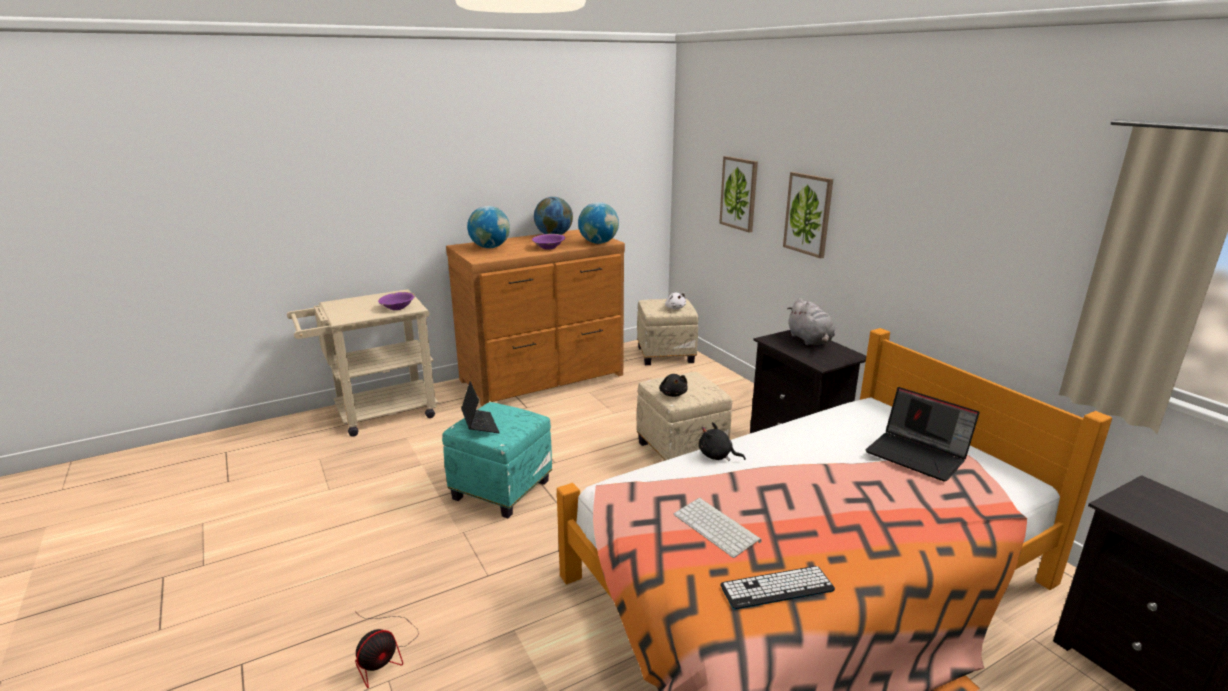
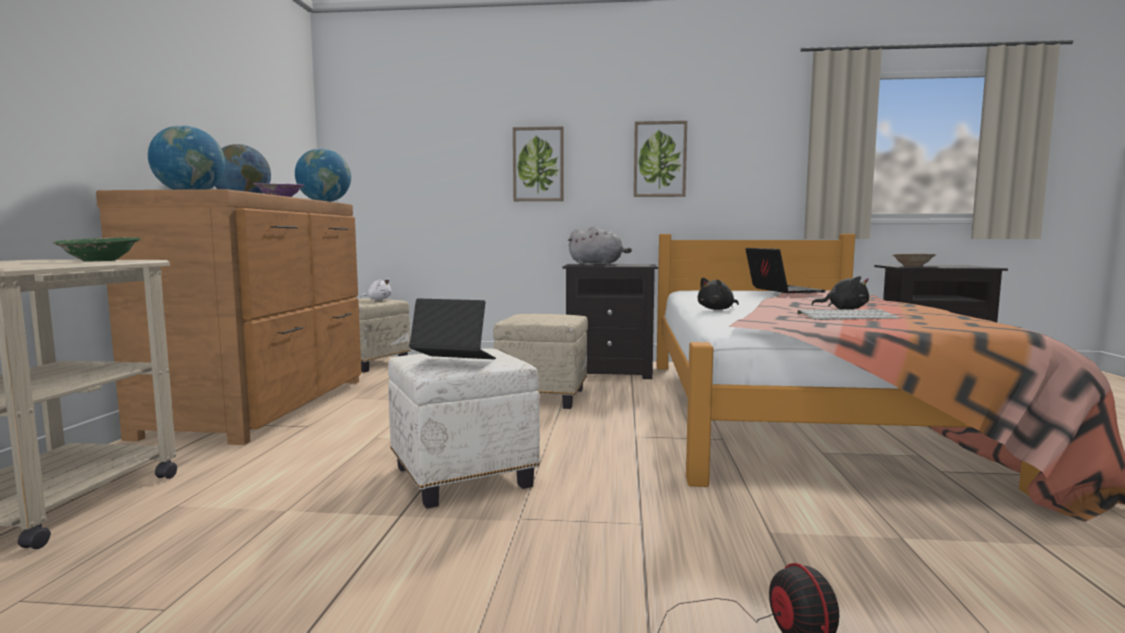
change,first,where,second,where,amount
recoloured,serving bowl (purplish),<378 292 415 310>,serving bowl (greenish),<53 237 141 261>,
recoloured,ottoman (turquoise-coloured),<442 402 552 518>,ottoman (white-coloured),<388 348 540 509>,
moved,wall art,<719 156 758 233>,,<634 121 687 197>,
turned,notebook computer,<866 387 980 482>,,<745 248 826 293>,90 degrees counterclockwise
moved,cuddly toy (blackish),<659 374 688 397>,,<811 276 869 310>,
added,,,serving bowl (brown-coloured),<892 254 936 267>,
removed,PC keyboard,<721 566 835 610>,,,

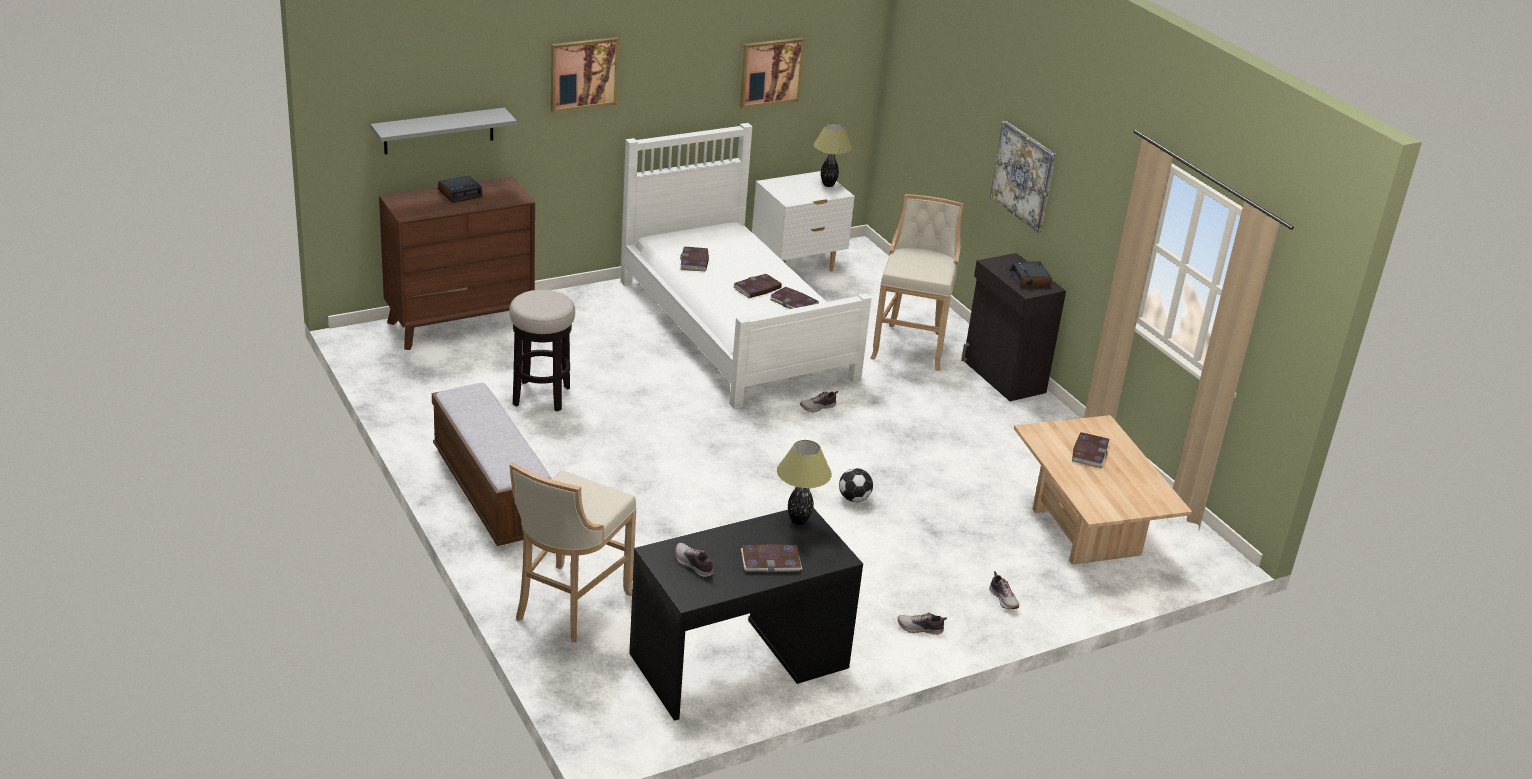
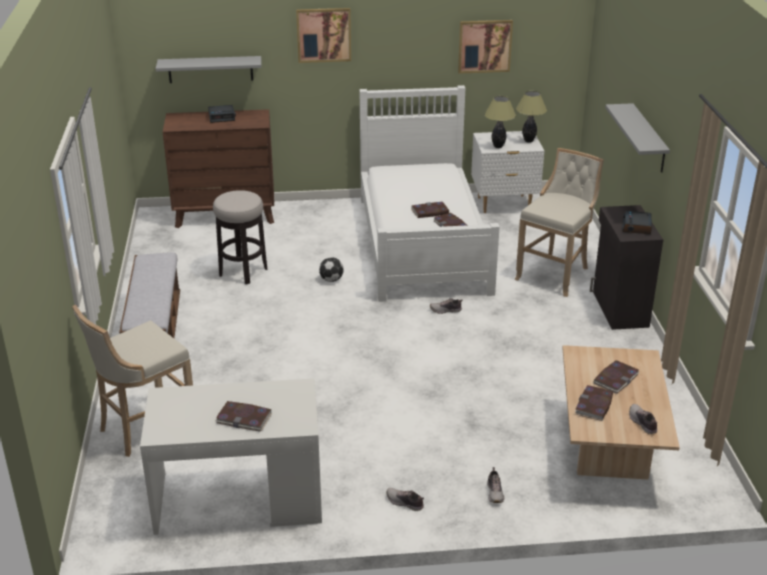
change,first,where,second,where,amount
recoloured,desk (blackish),<629 508 863 721>,desk (white-coloured),<140 378 322 535>,
moved,ball for football,<839 468 873 502>,,<319 257 344 282>,
moved,lamp for a table,<777 440 832 525>,,<485 96 516 148>,
moved,book,<680 247 709 271>,,<575 385 613 421>,
replaced,wall art,<990 121 1056 232>,bracket shelf (gray),<605 103 670 173>,
moved,item of footwear,<675 543 713 577>,,<629 404 657 434>,

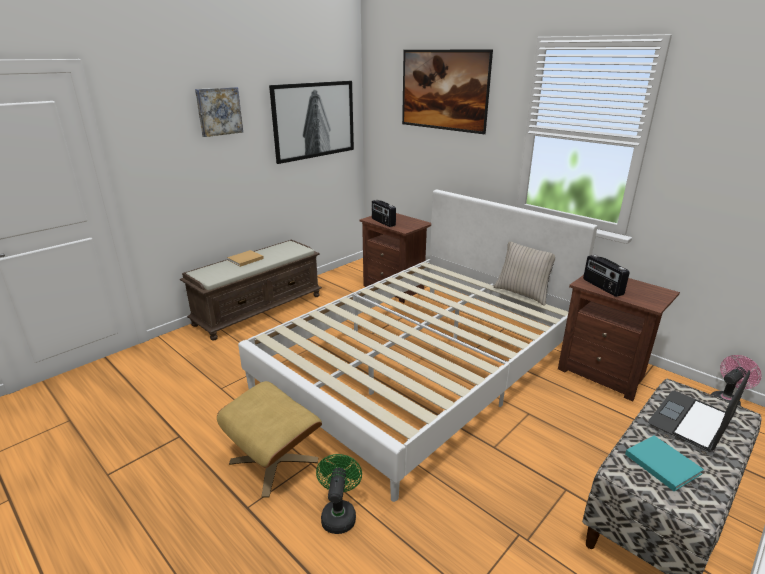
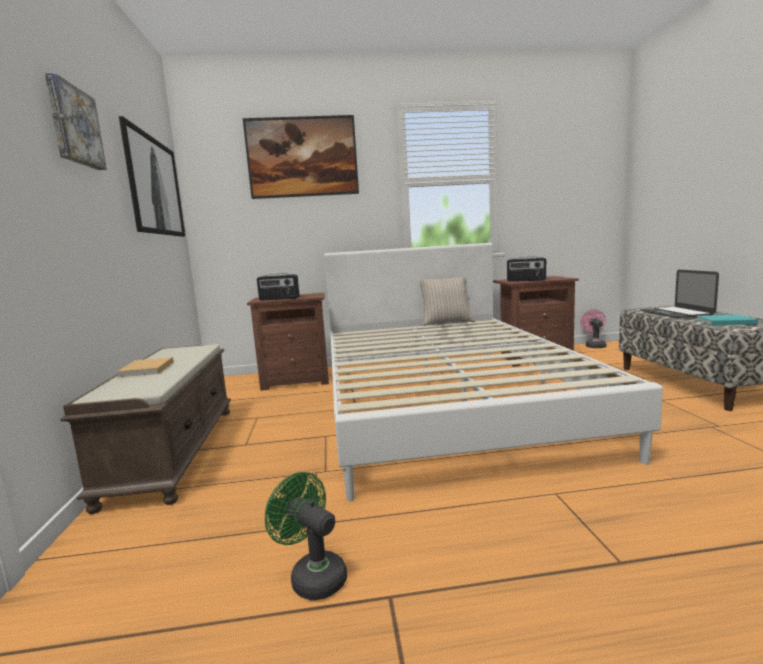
change,first,where,second,where,amount
moved,cooling fan (greenish),<316 454 362 534>,,<265 472 347 600>,
removed,ottoman (beige),<217 381 322 498>,,,

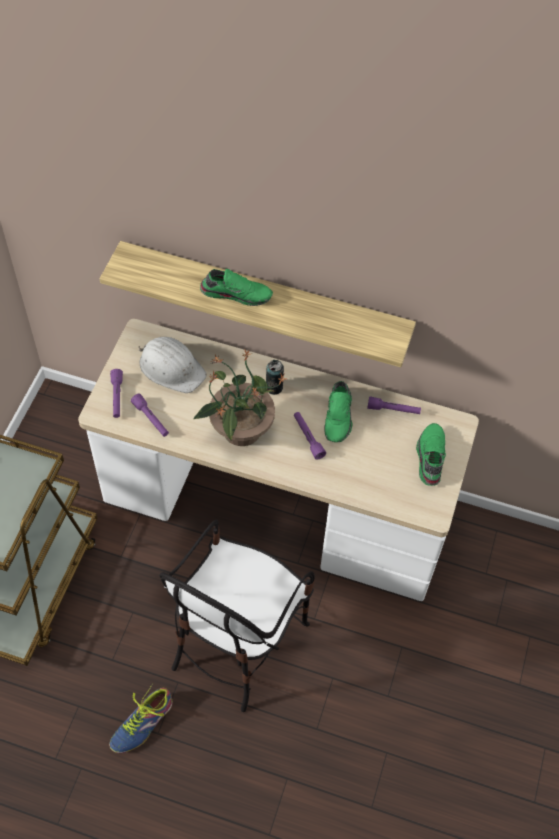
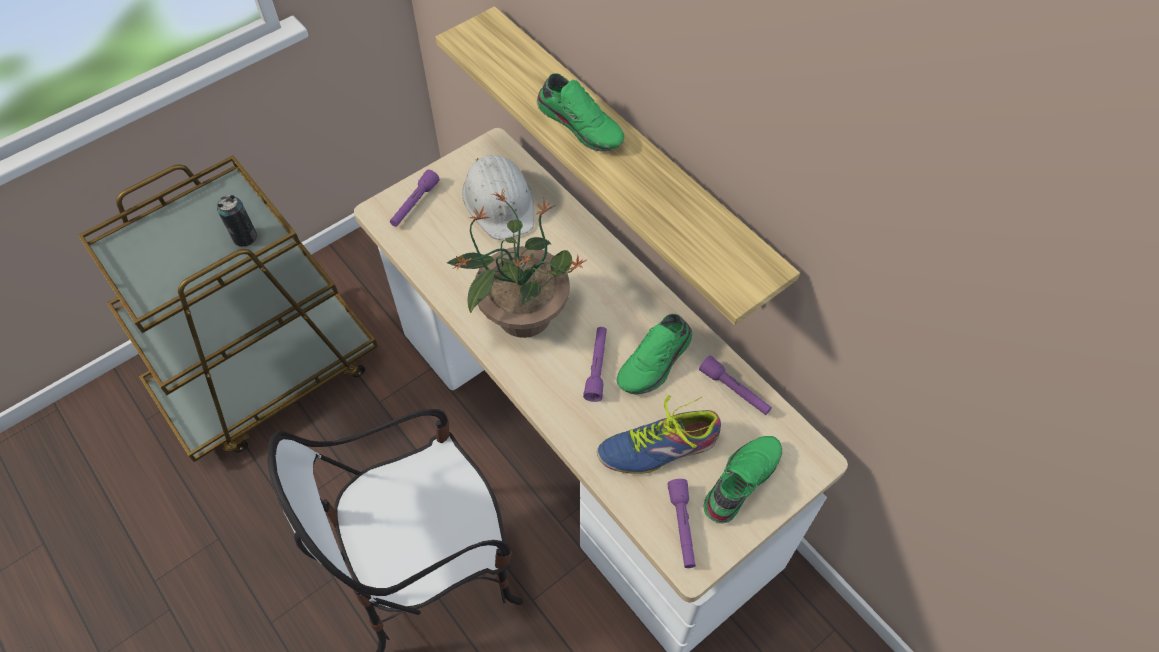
change,first,where,second,where,amount
moved,can,<266 360 284 395>,,<217 195 257 247>,
moved,item of footwear,<109 684 173 753>,,<597 395 721 474>,
moved,flashlight (purplish),<131 394 169 437>,,<667 479 696 568>,

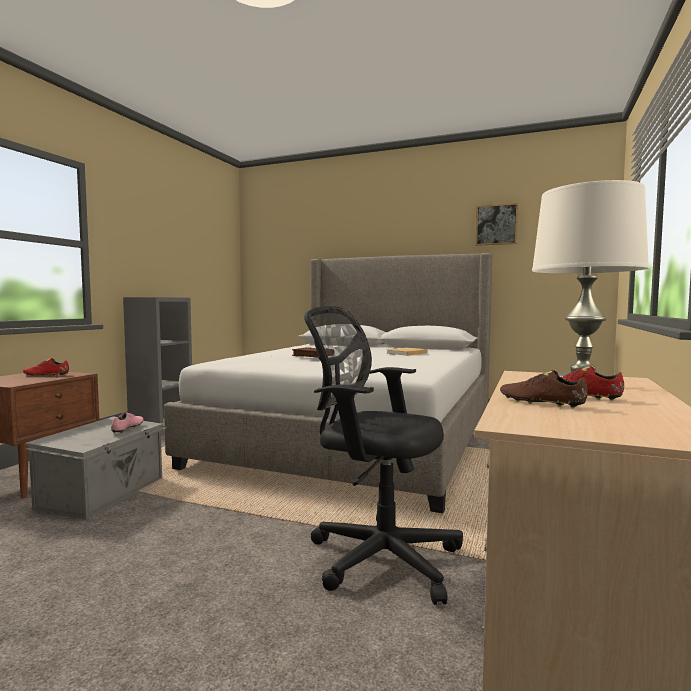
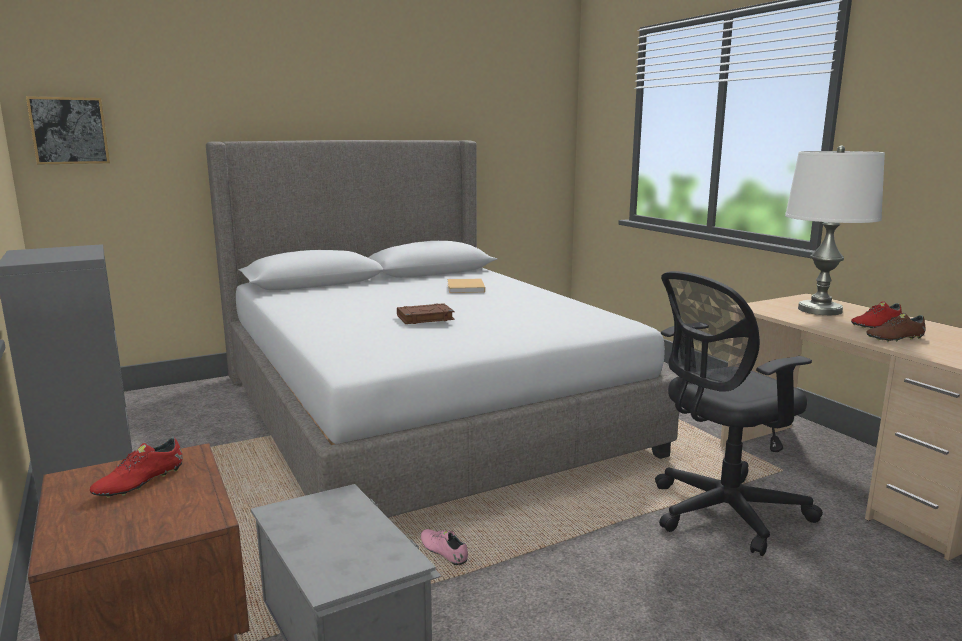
change,first,where,second,where,amount
moved,wall art,<476 203 518 246>,,<26 96 110 165>,
moved,item of footwear (pink-coloured),<111 412 144 433>,,<421 529 468 565>,

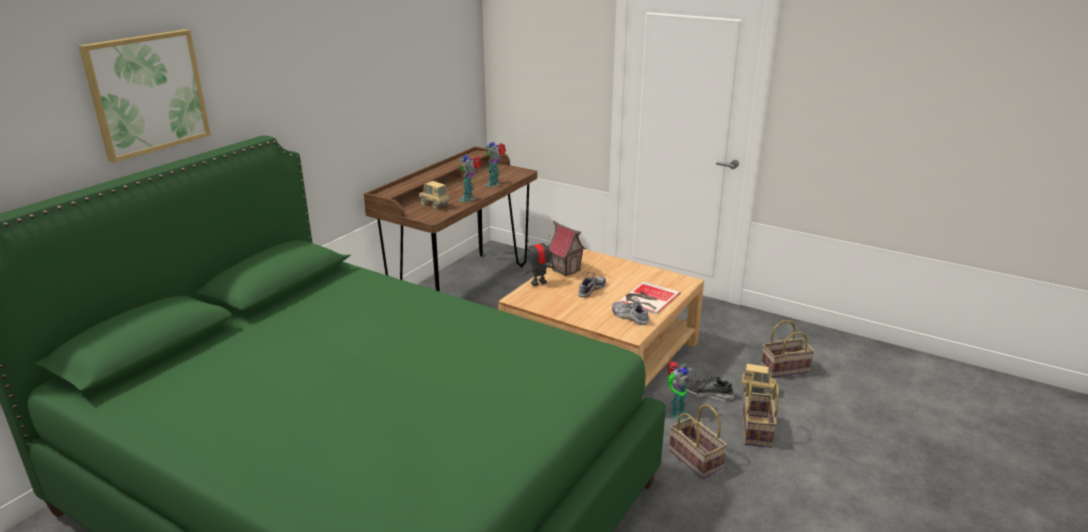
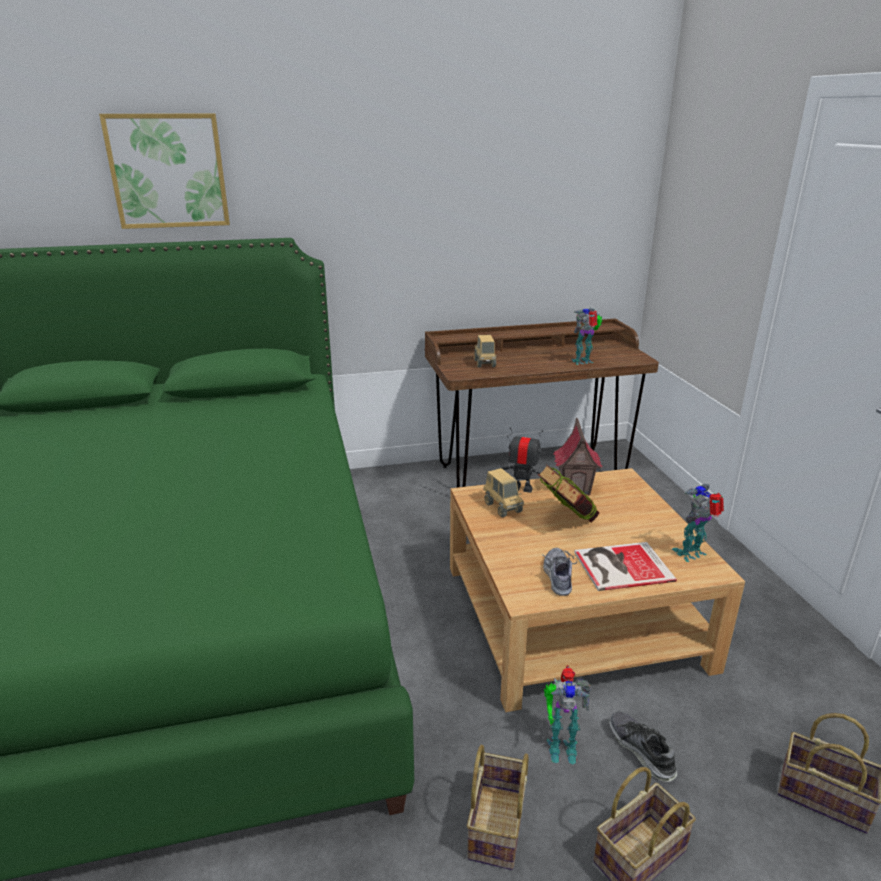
change,first,where,second,where,amount
moved,toy truck,<741 364 776 395>,,<483 468 524 517>,
replaced,item of footwear,<578 272 606 298>,book,<538 464 599 522>,
moved,model robot,<458 155 482 203>,,<672 484 724 562>,

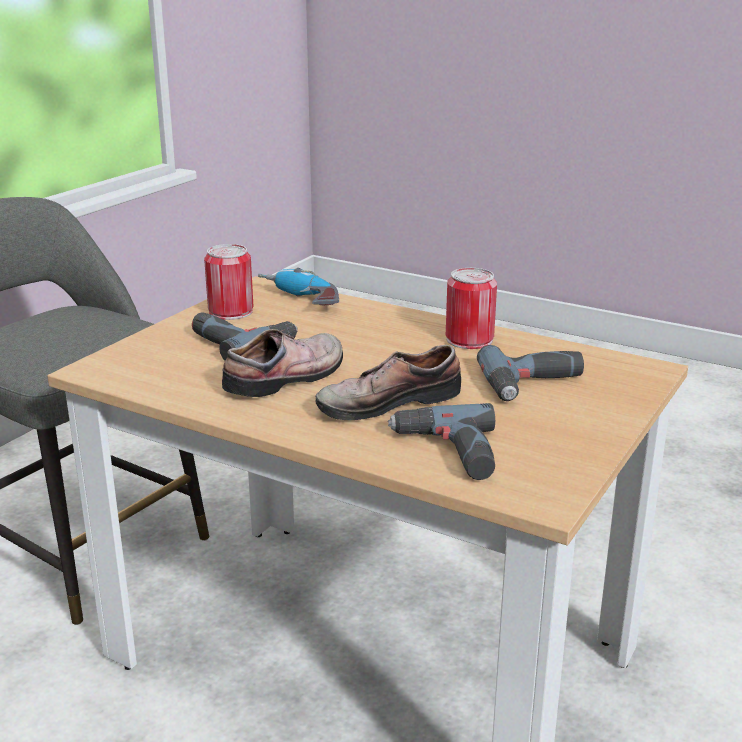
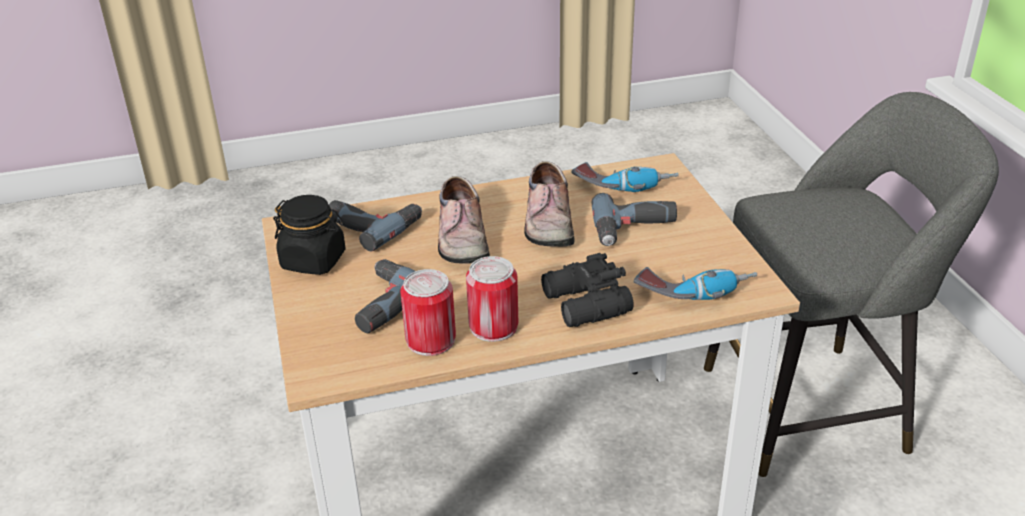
change,first,where,second,where,amount
added,,,jar (blackish),<273 195 345 275>,
moved,can,<204 244 253 320>,,<400 269 456 356>,
turned,item of footwear,<316 345 461 420>,,<438 176 490 264>,150 degrees clockwise
added,,,binoculars (blackish),<541 253 634 327>,
added,,,power drill,<572 162 679 192>,

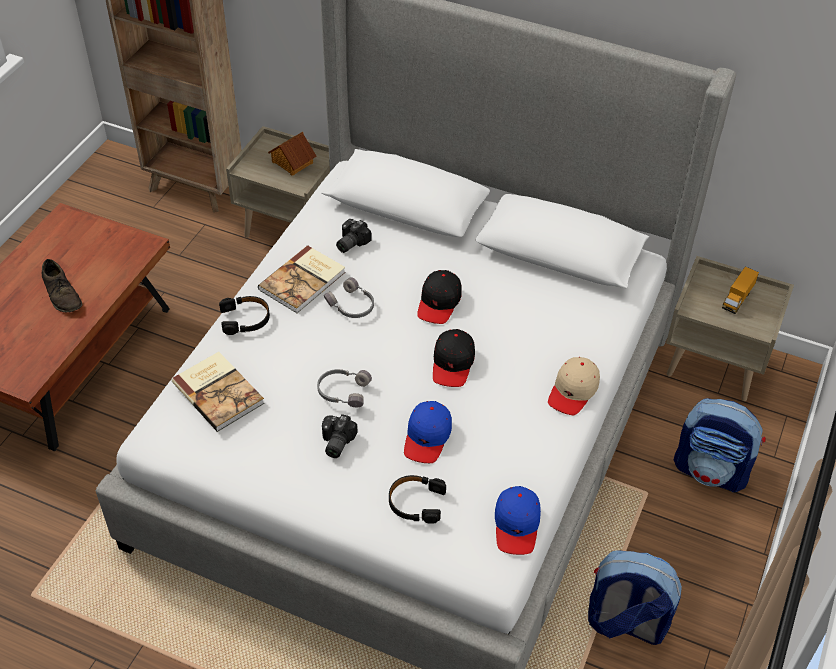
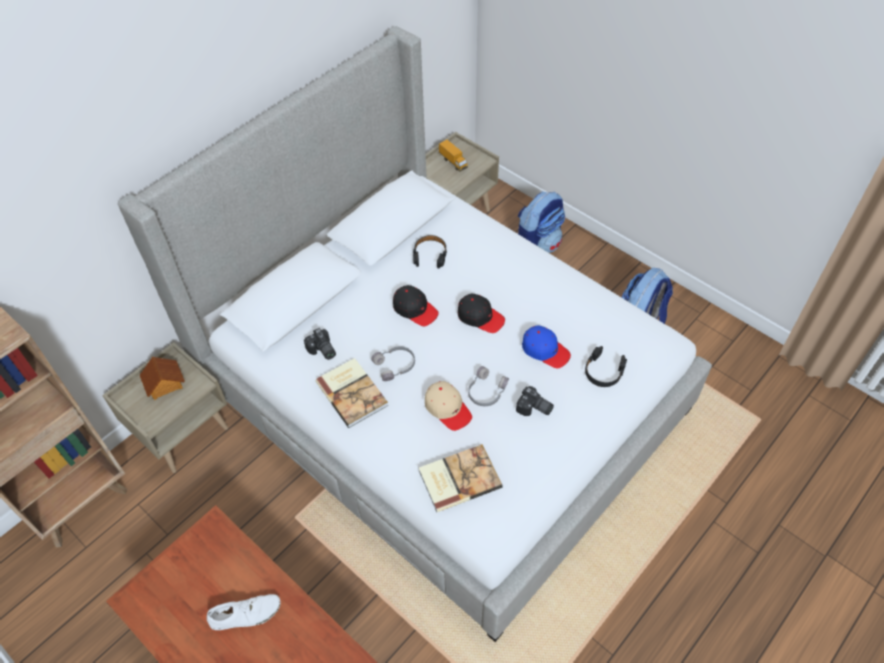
change,first,where,second,where,amount
recoloured,item of footwear (brown-coloured),<42 259 82 313>,item of footwear (white-coloured),<207 594 281 630>,
moved,headset (blackish),<219 296 270 335>,,<413 235 447 269>,
moved,peaked cap (beige),<548 357 600 415>,,<425 381 472 431>,
removed,peaked cap (blue-coloured),<495 486 541 555>,,,

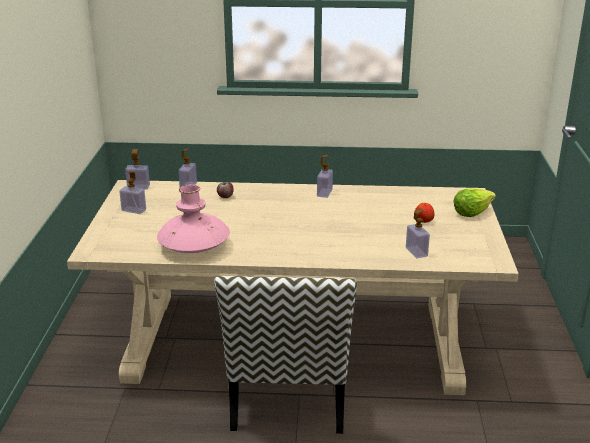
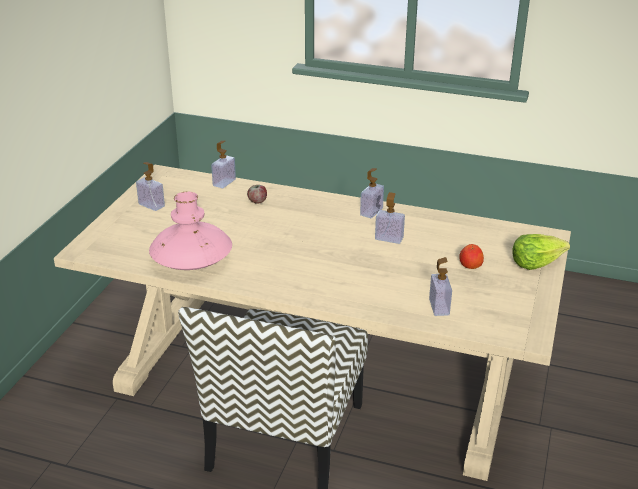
change,first,where,second,where,amount
moved,soap dispenser,<125 149 150 190>,,<375 192 405 244>,

